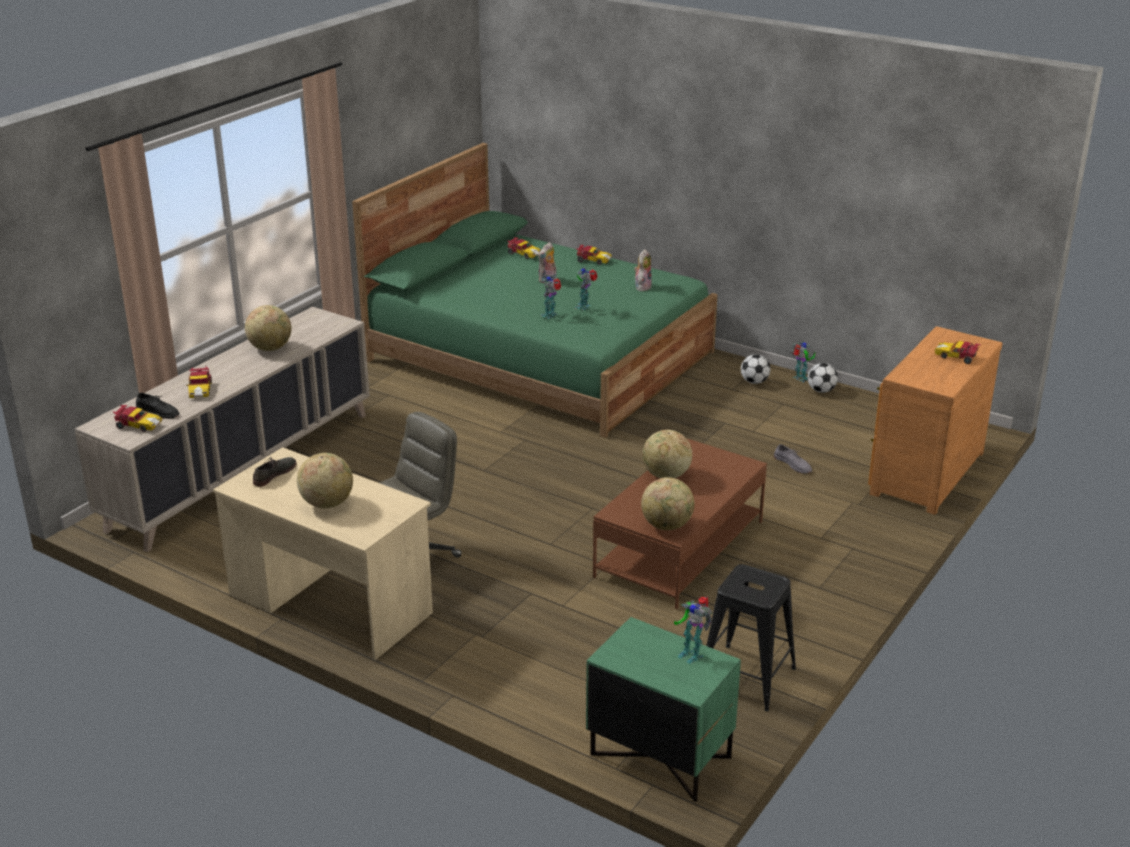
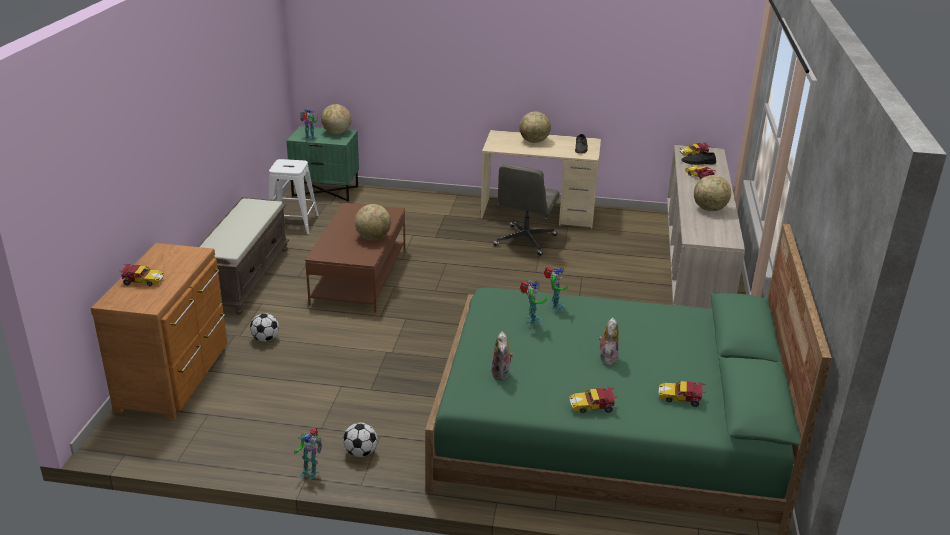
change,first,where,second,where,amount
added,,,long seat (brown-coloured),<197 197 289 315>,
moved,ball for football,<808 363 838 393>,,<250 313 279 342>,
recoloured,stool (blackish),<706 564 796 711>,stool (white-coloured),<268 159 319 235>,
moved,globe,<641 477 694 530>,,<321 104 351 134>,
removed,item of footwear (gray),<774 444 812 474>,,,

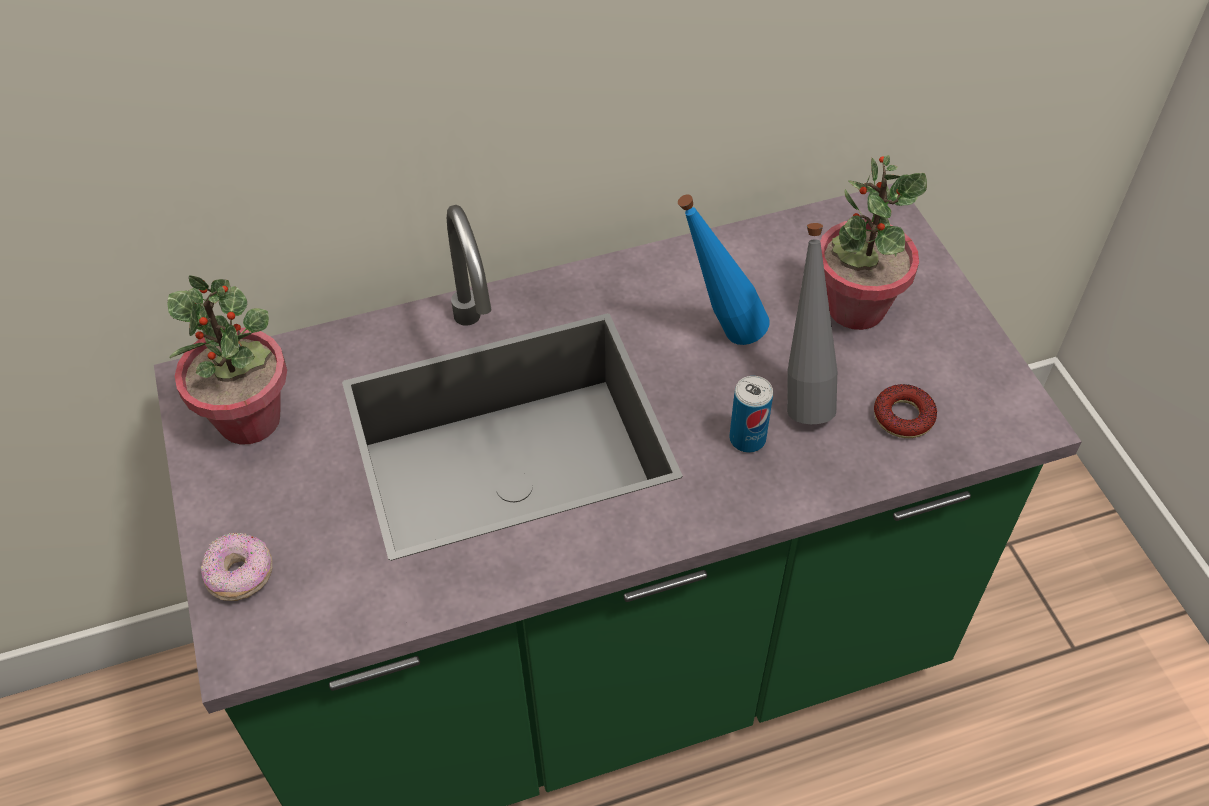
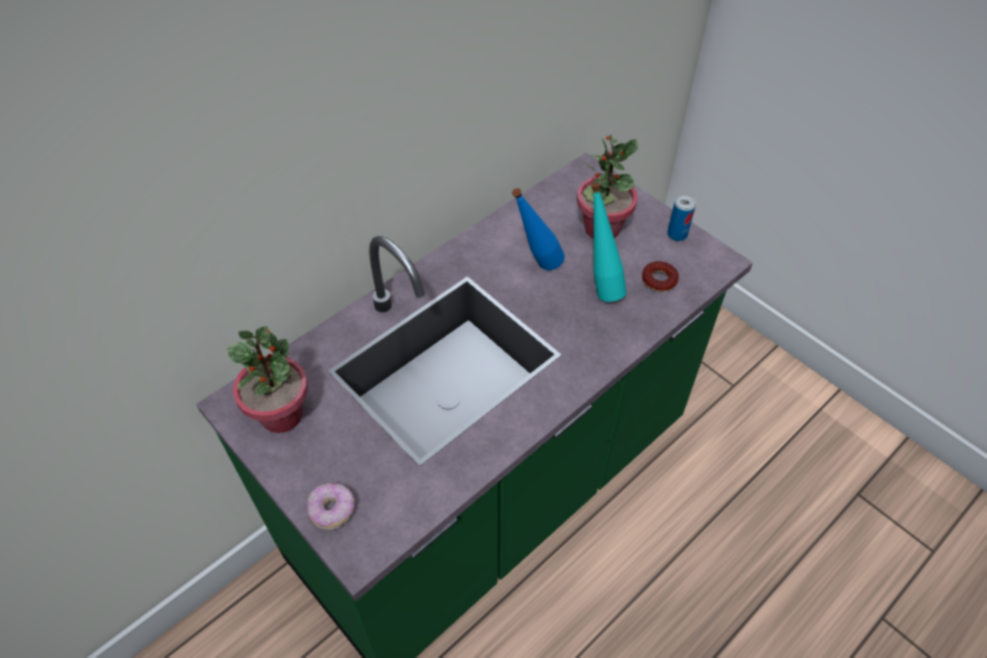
change,first,where,second,where,amount
recoloured,bottle (gray),<787 223 837 424>,bottle (turquoise-coloured),<591 183 626 302>,
moved,can,<729 376 773 453>,,<667 195 696 241>,

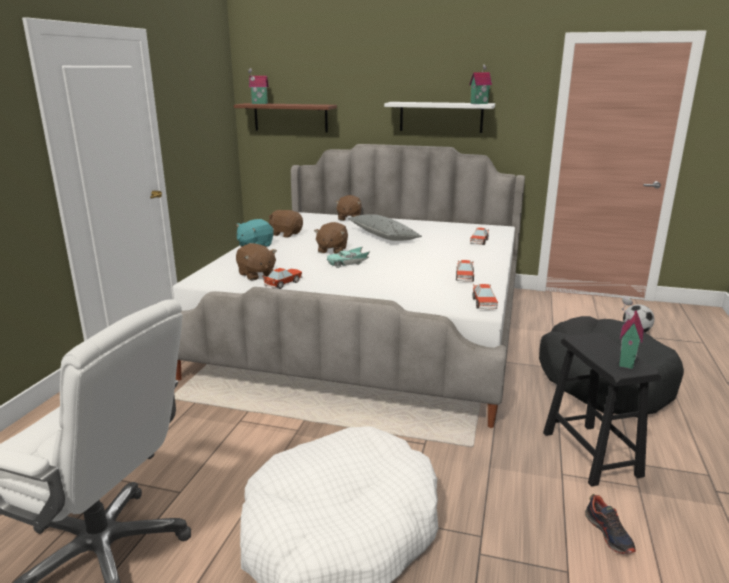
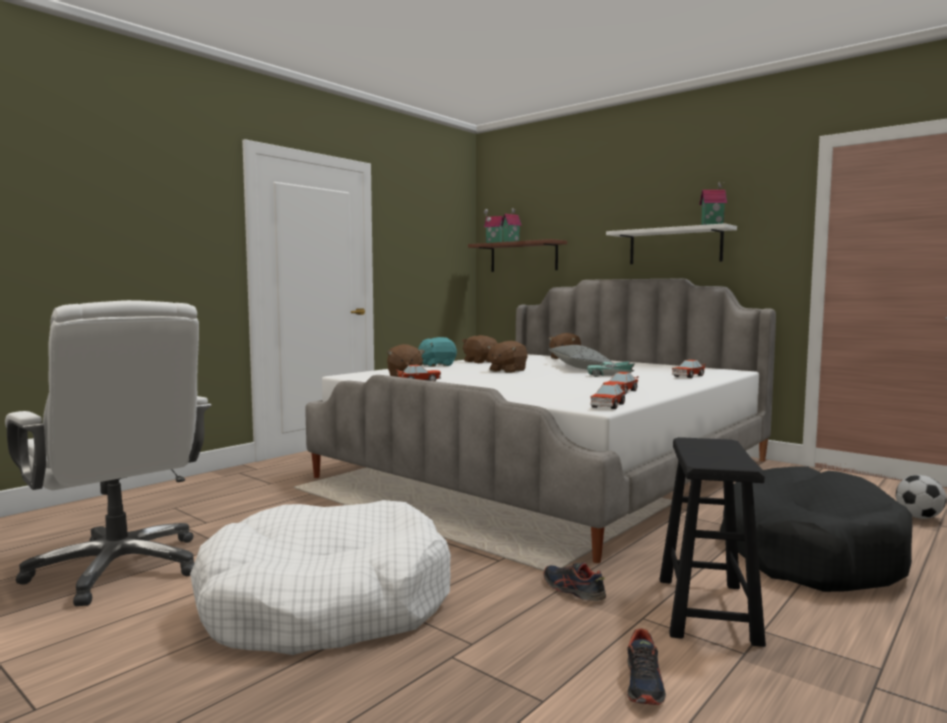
change,first,where,second,where,amount
moved,miniature house,<619 297 644 369>,,<501 208 522 242>,
added,,,item of footwear,<543 563 606 601>,
moved,model car (turquoise-coloured),<327 246 370 268>,,<587 361 635 377>,

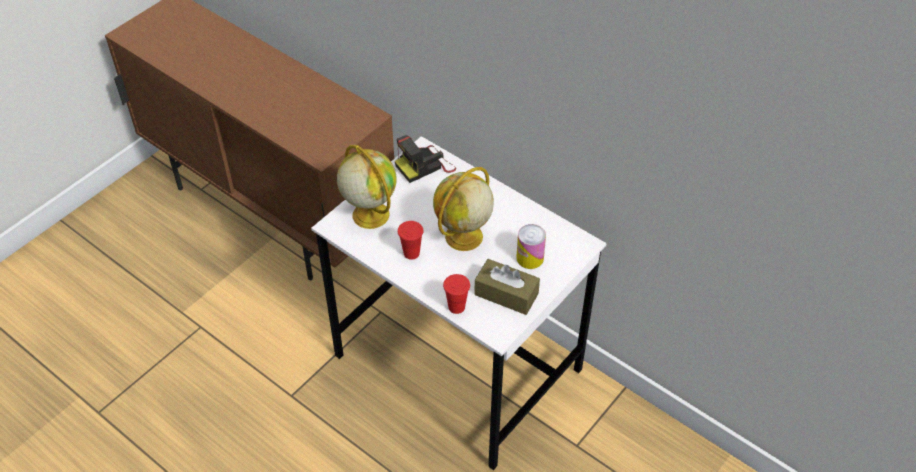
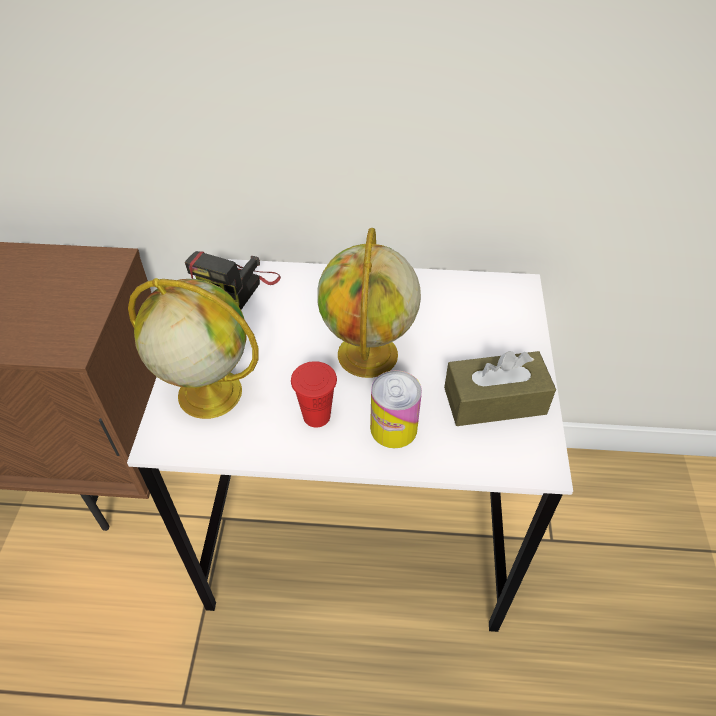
change,first,where,second,where,amount
moved,can,<516 224 546 269>,,<370 370 422 448>,
removed,drinking cup (red),<443 274 470 314>,,,

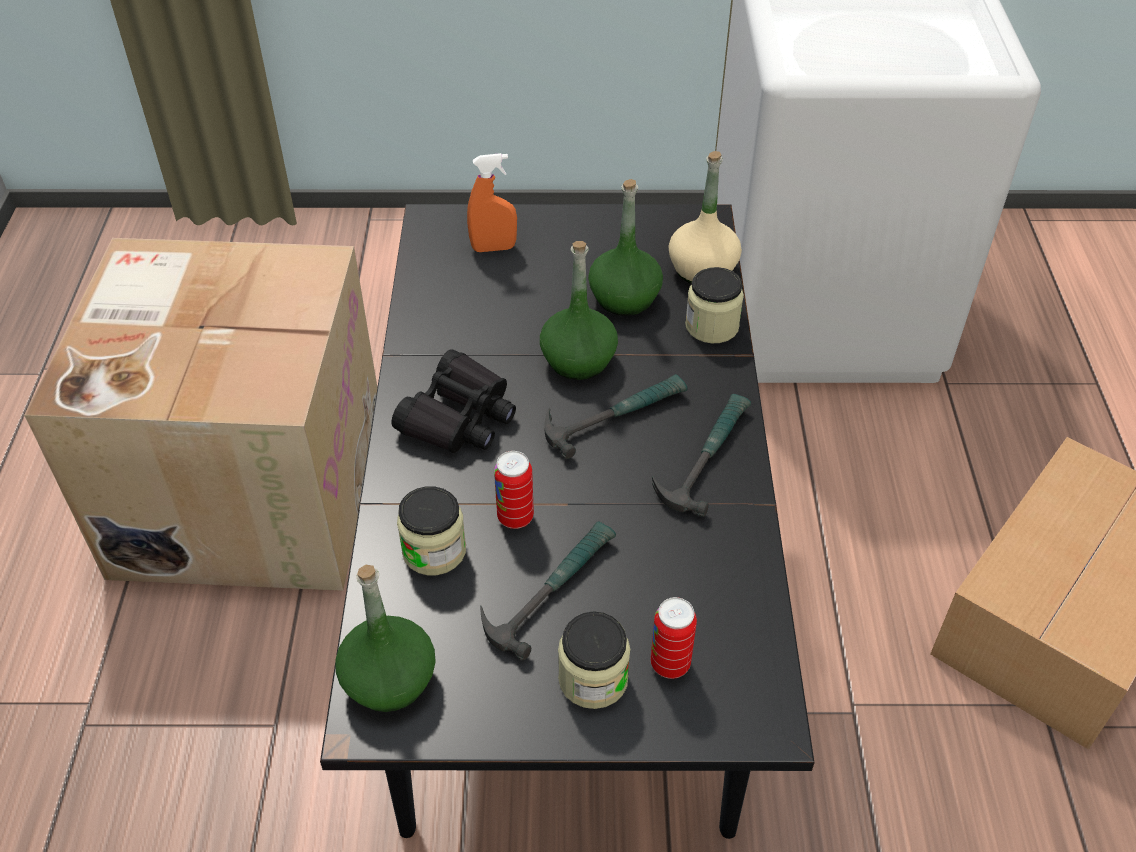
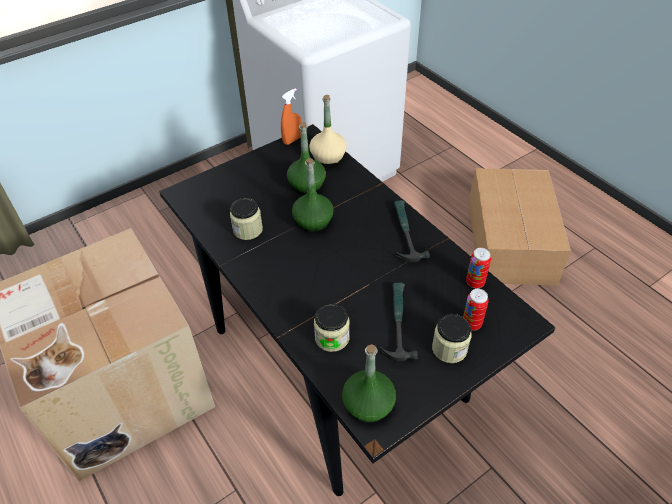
change,first,where,second,where,amount
moved,jar,<685 267 744 343>,,<230 198 263 240>,
moved,spray bottle (orange),<467 153 517 252>,,<281 88 302 145>,
moved,can,<494 451 534 529>,,<466 248 491 288>,
removed,binoculars (blackish),<391 349 516 453>,,,
removed,hand hammer,<544 374 687 459>,,,

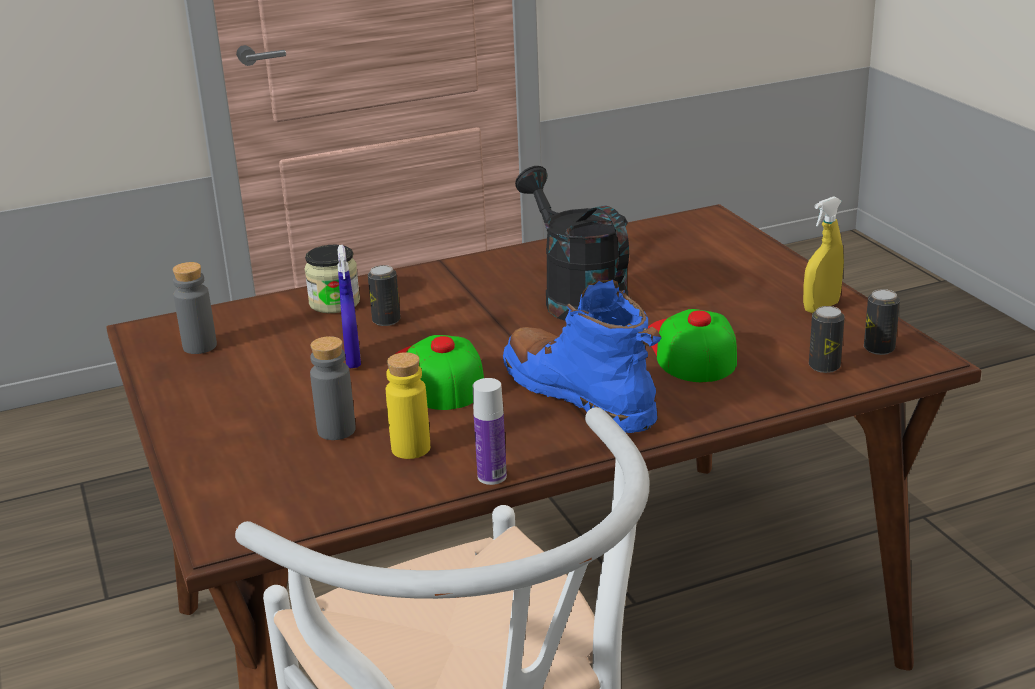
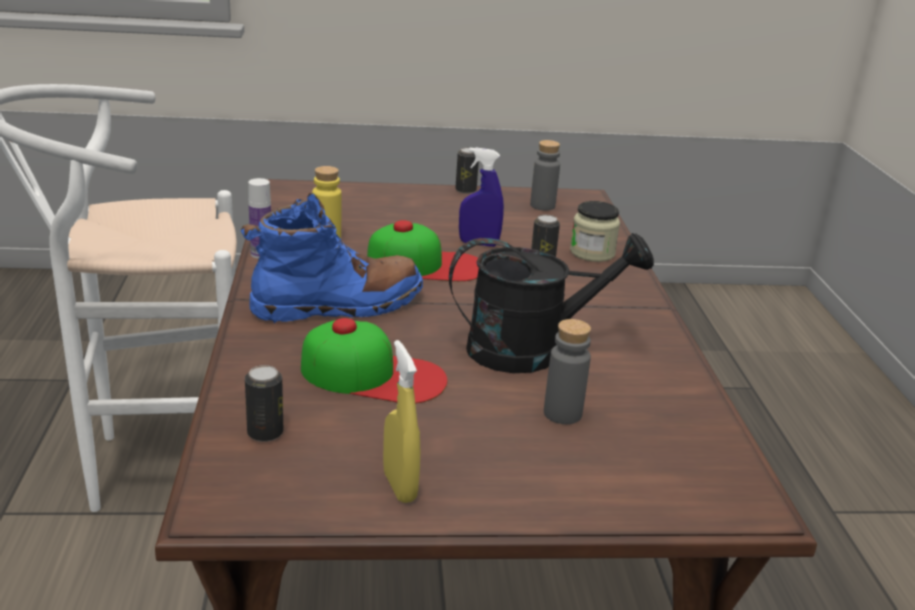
change,first,where,second,where,amount
moved,can,<864 289 900 355>,,<455 147 479 194>,
moved,bottle (gray),<310 336 356 440>,,<544 319 591 424>,

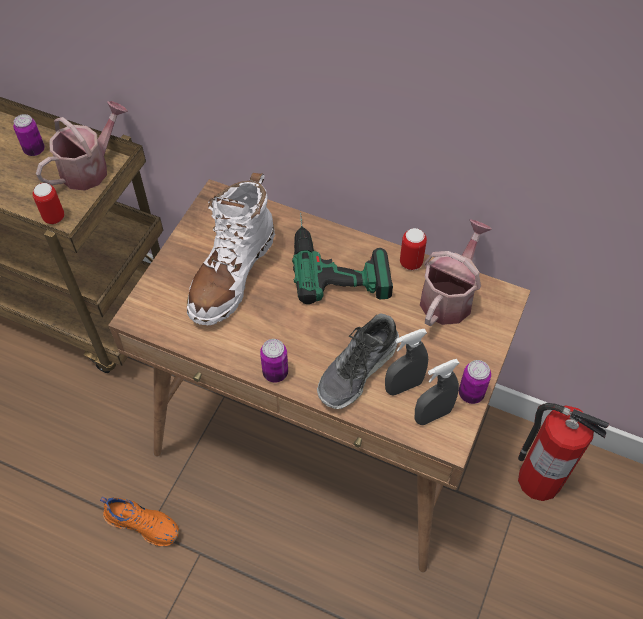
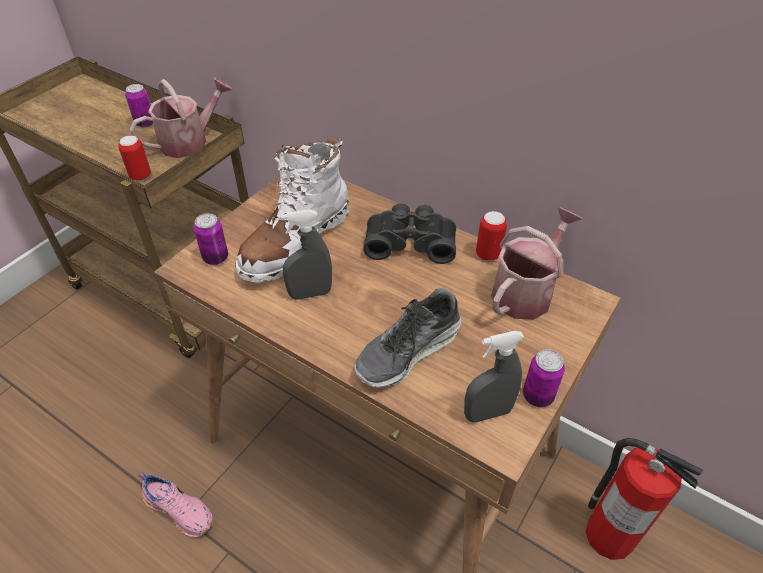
change,first,where,second,where,amount
recoloured,item of footwear (orange),<100 497 179 546>,item of footwear (pink-coloured),<139 472 213 537>,
moved,can,<260 339 288 383>,,<194 213 228 265>,
moved,spray bottle (gray),<385 329 428 396>,,<281 209 332 300>,
replaced,power drill,<292 213 393 304>,binoculars (blackish),<363 203 456 264>,

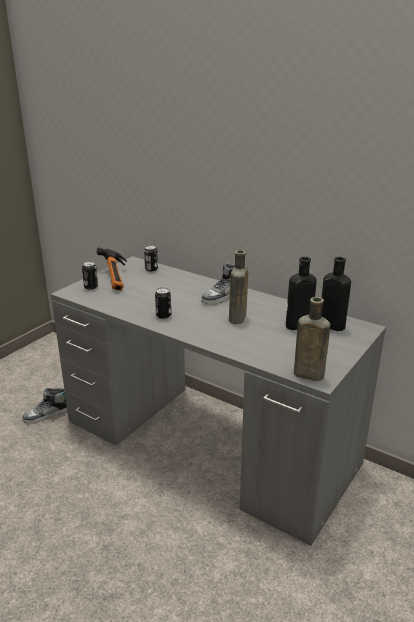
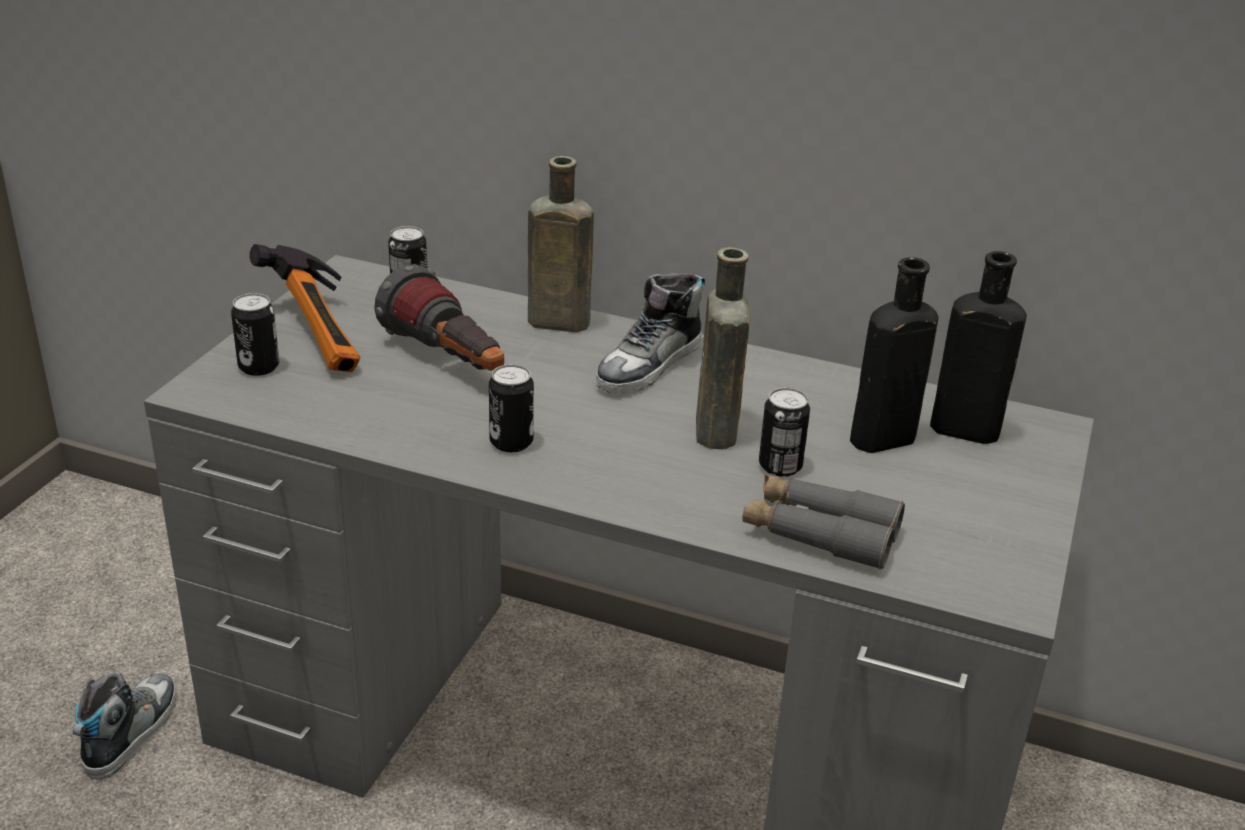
change,first,where,second,where,amount
turned,item of footwear,<22 388 67 424>,,<73 672 176 780>,150 degrees clockwise
added,,,flashlight,<374 264 504 371>,
moved,bottle (brown-coloured),<294 297 331 381>,,<522 156 594 333>,
added,,,binoculars (gray),<742 474 905 570>,
added,,,can,<759 388 810 477>,

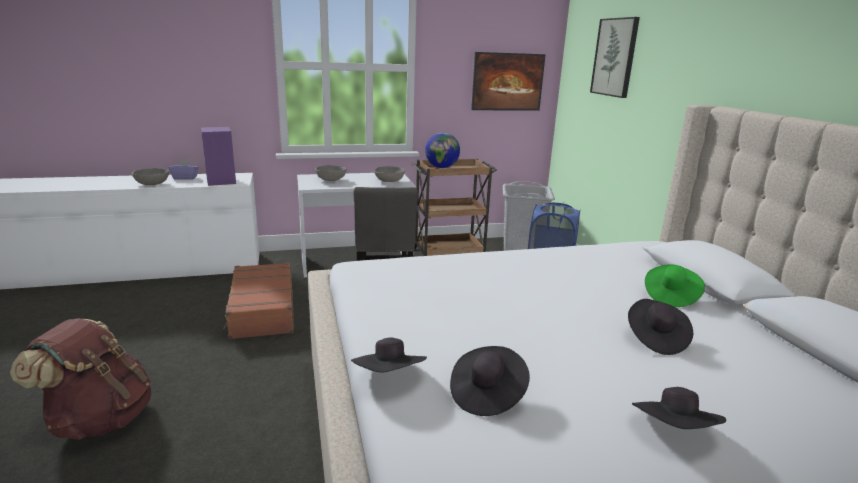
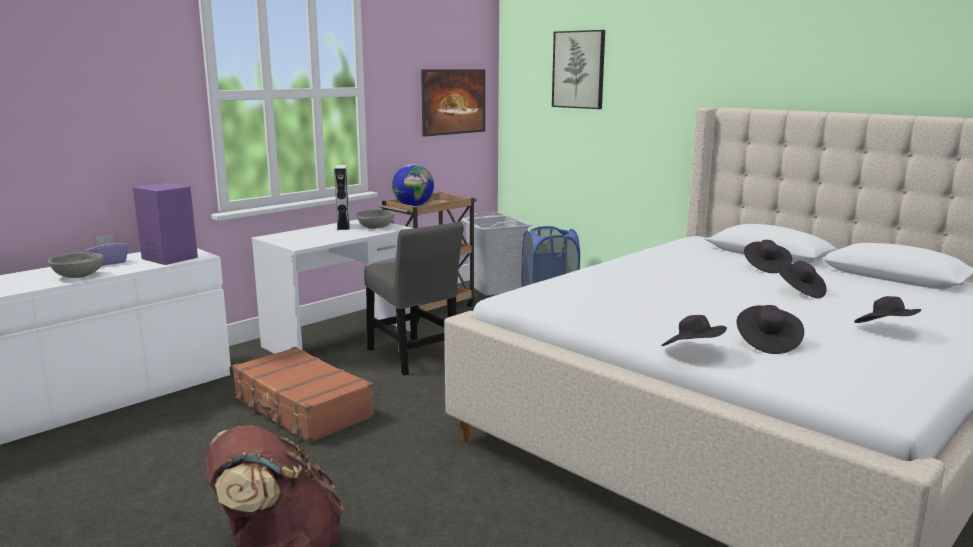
change,first,where,second,where,amount
added,,,loudspeaker (gray),<334 165 350 230>,
recoloured,clothing hat (greenish),<645 264 705 307>,clothing hat (blackish),<744 240 792 273>,
removed,serving bowl (gray),<315 165 347 181>,,,

